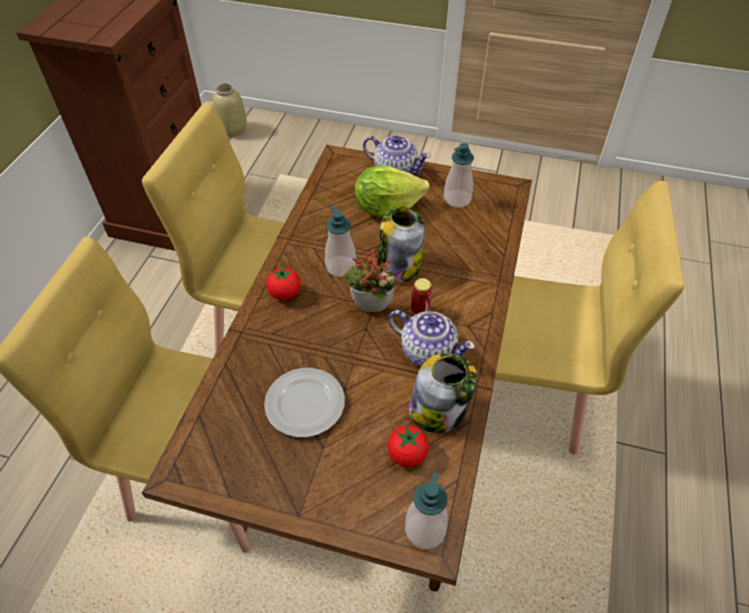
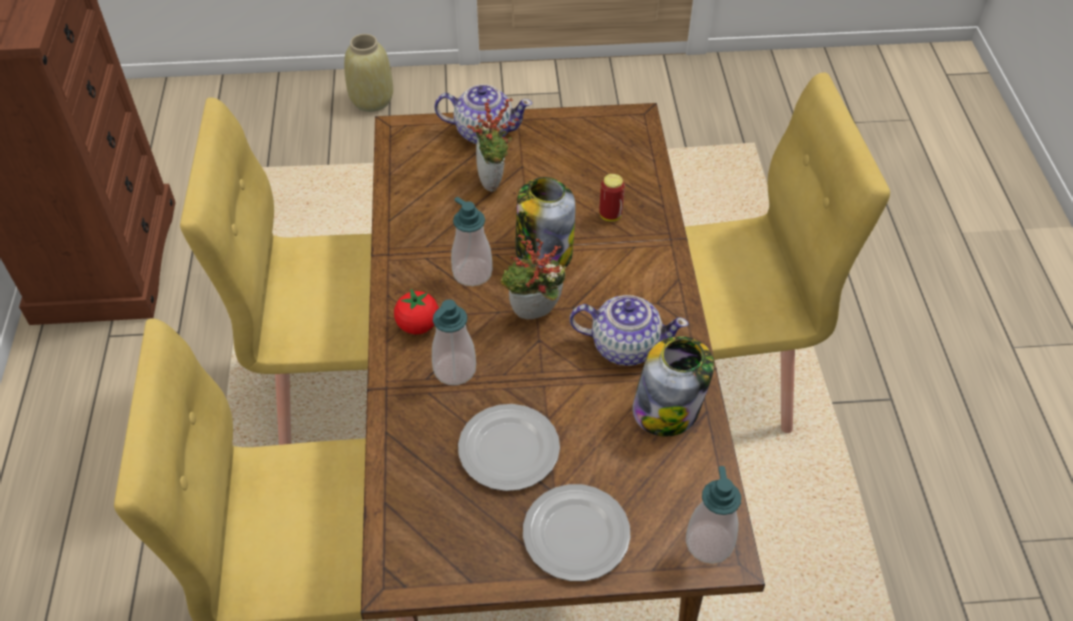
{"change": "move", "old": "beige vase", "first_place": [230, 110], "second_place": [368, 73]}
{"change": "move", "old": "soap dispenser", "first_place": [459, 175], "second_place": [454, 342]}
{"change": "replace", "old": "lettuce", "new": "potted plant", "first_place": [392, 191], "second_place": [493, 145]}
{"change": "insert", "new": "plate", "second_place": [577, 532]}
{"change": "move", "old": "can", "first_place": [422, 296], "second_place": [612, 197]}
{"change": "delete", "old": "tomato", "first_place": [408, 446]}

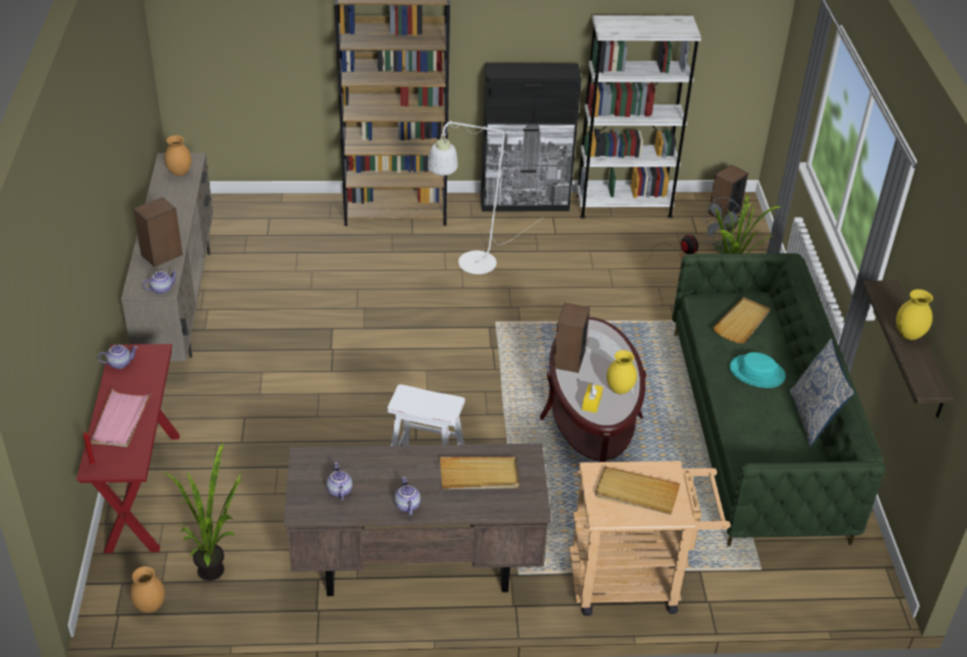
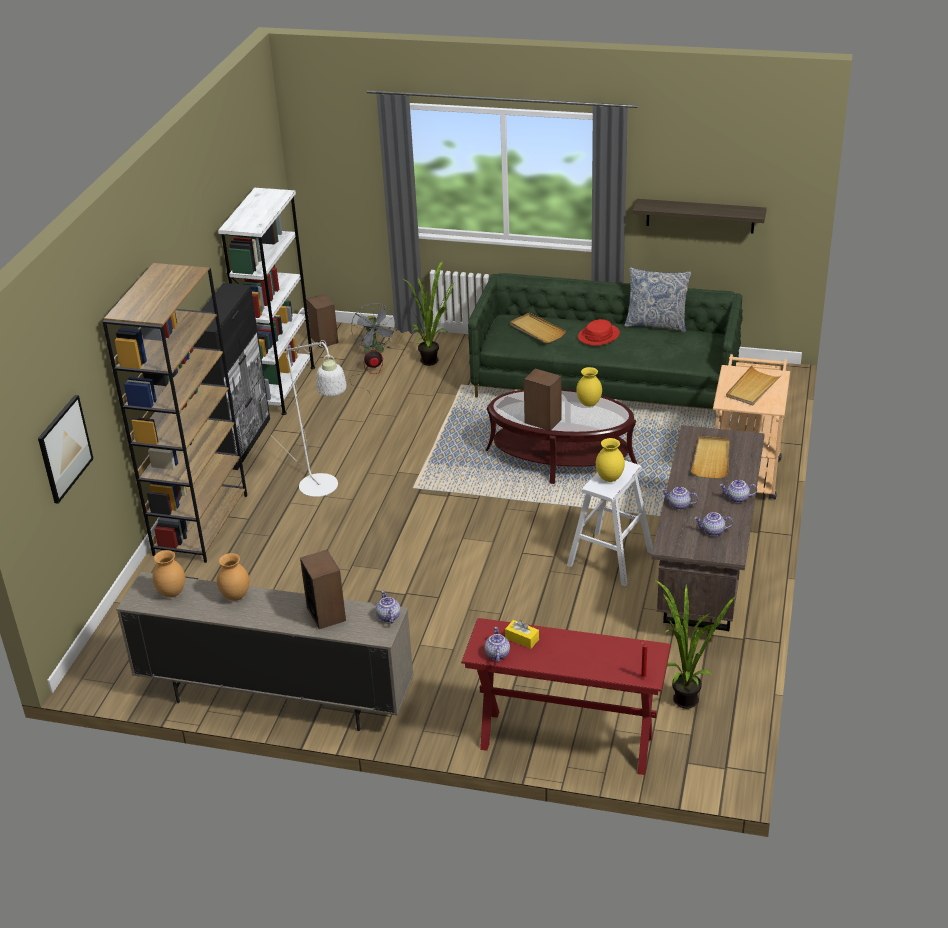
{"change": "insert", "new": "picture", "second_place": [66, 449]}
{"change": "move", "old": "brown vase", "first_place": [147, 589], "second_place": [233, 577]}
{"change": "move", "old": "yellow tissue box", "first_place": [592, 398], "second_place": [522, 634]}
{"change": "recolor", "old": "turquoise hat", "new": "red hat", "first_place": [758, 370], "second_place": [599, 332]}
{"change": "move", "old": "yellow vase", "first_place": [914, 314], "second_place": [610, 460]}
{"change": "insert", "new": "teapot", "second_place": [679, 498]}
{"change": "delete", "old": "pink tray", "first_place": [121, 418]}

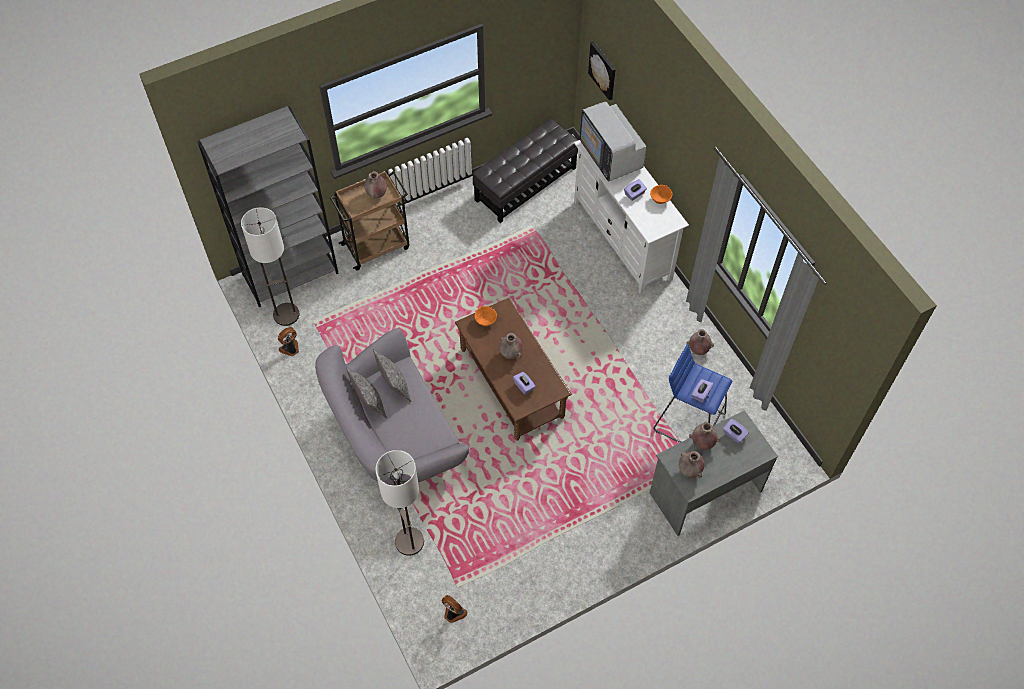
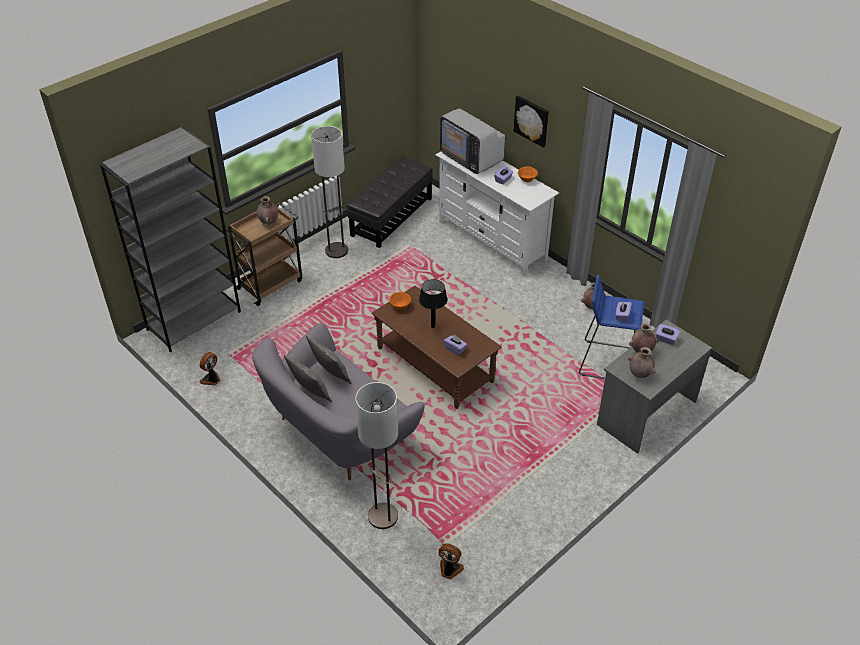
{"change": "move", "old": "floor lamp", "first_place": [270, 266], "second_place": [329, 192]}
{"change": "replace", "old": "brown vase", "new": "black table lamp", "first_place": [511, 346], "second_place": [433, 303]}
{"change": "move", "old": "picture", "first_place": [602, 71], "second_place": [531, 121]}

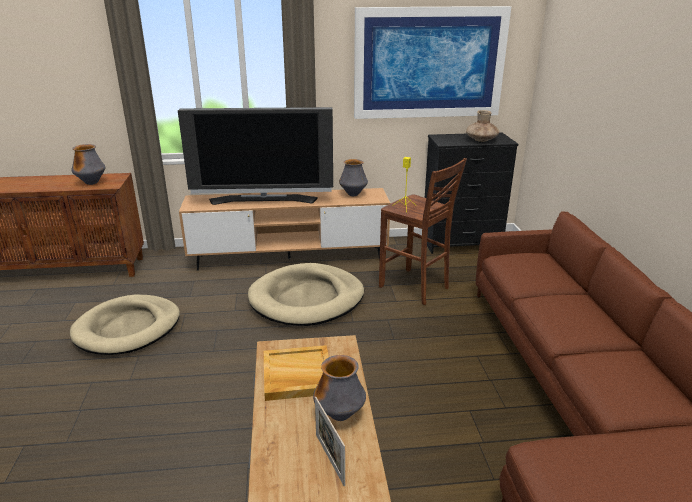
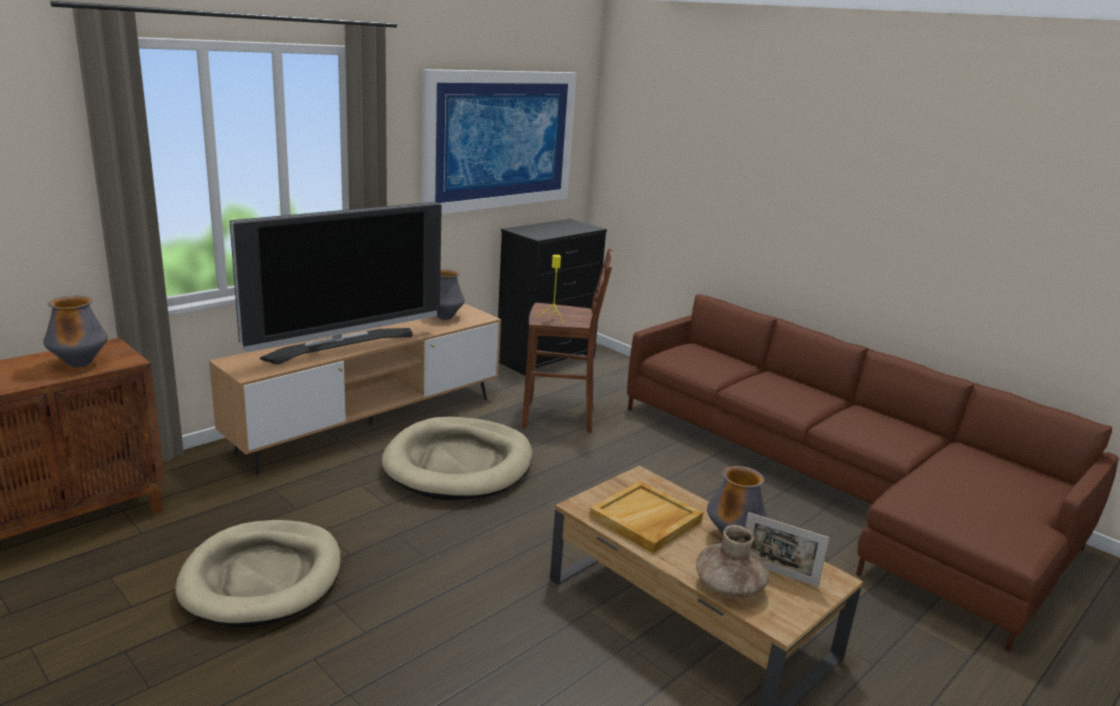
{"change": "move", "old": "brown vase", "first_place": [482, 126], "second_place": [732, 561]}

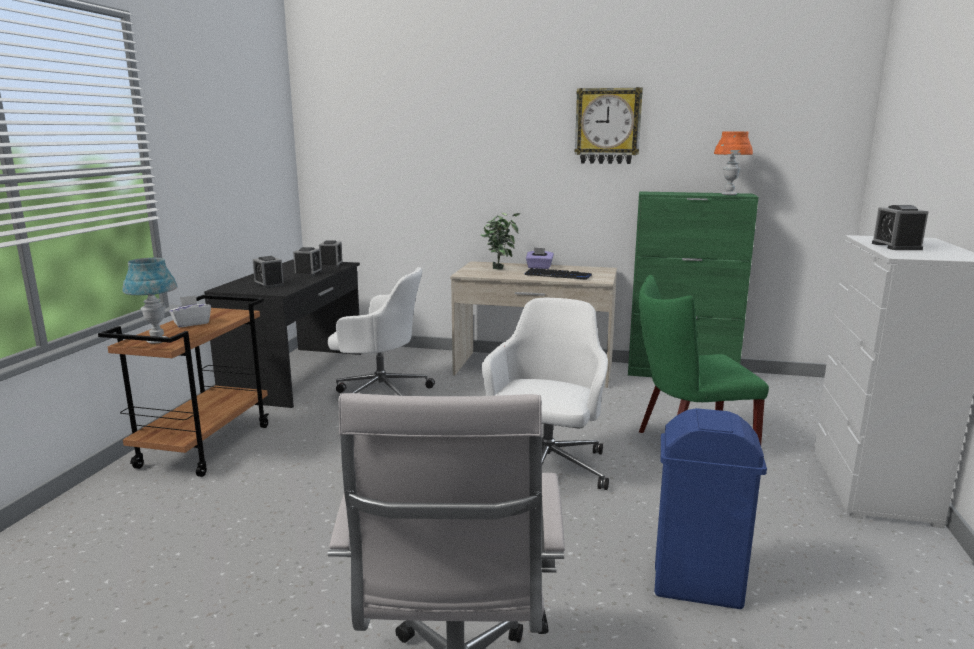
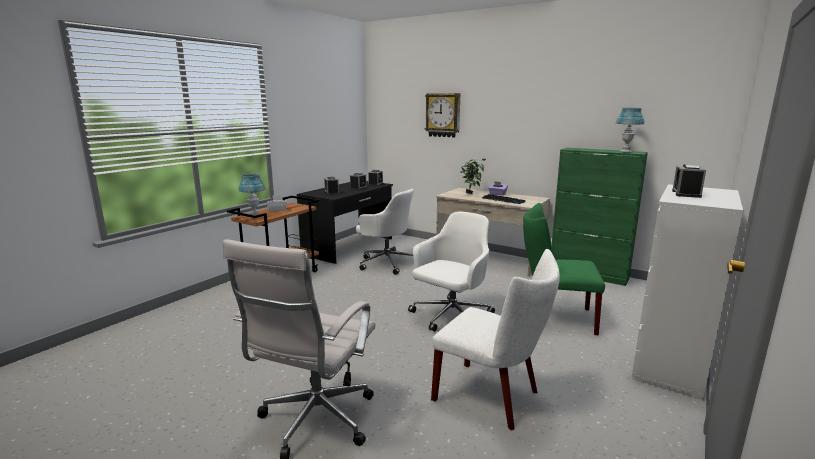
{"change": "move", "old": "wall clock", "first_place": [608, 125], "second_place": [442, 115]}
{"change": "replace", "old": "blue trash can", "new": "white chair", "first_place": [711, 508], "second_place": [495, 339]}
{"change": "recolor", "old": "orange table lamp", "new": "blue table lamp", "first_place": [733, 163], "second_place": [630, 130]}

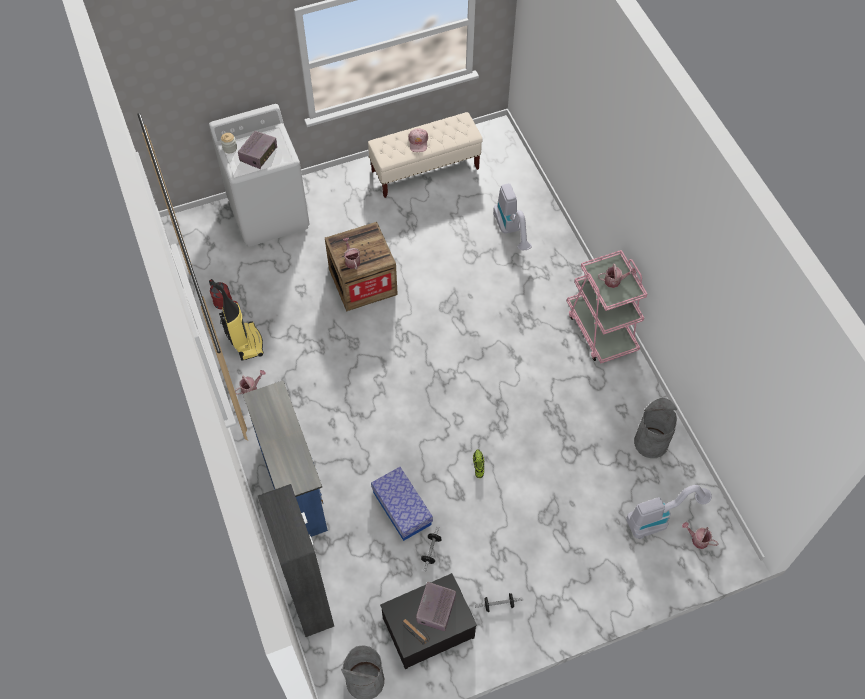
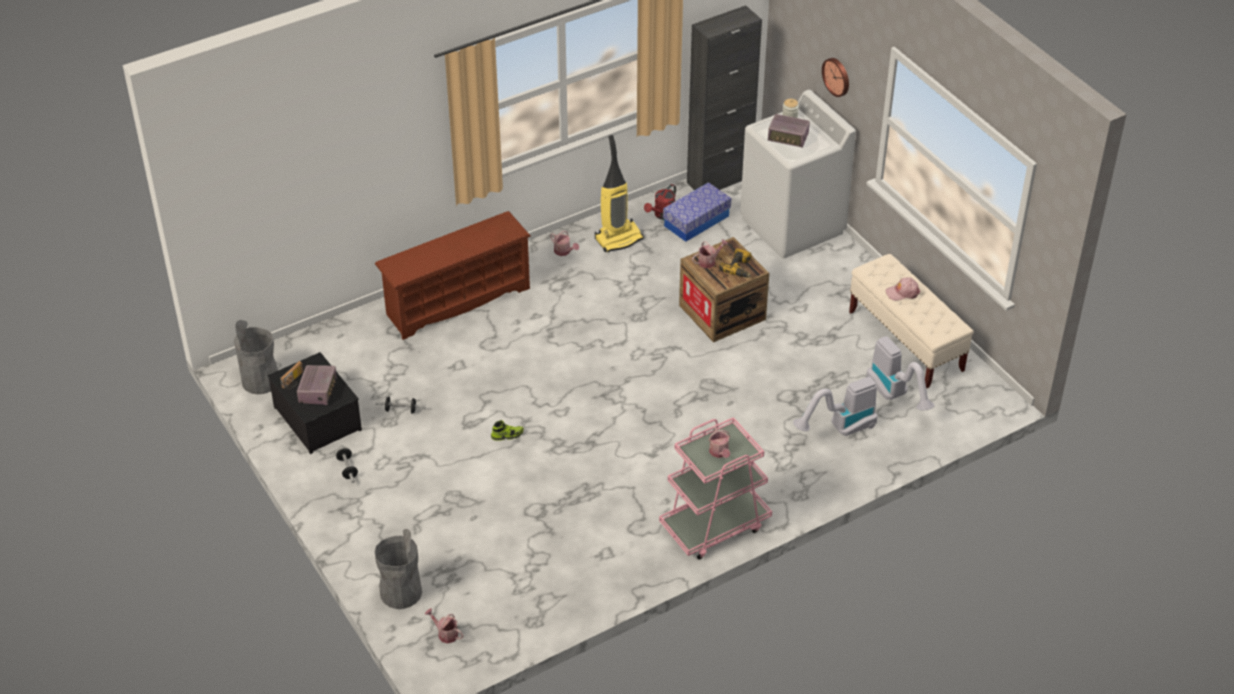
{"change": "rotate", "old": "radio", "first_place": [436, 606], "second_place": [317, 385], "degrees": 90}
{"change": "move", "old": "grey trash can", "first_place": [655, 428], "second_place": [398, 569]}
{"change": "replace", "old": "blue dresser", "new": "brown shoe rack", "first_place": [285, 459], "second_place": [453, 275]}
{"change": "rotate", "old": "watering can", "first_place": [700, 535], "second_place": [444, 625], "degrees": -75}
{"change": "move", "old": "storage box", "first_place": [402, 504], "second_place": [697, 212]}
{"change": "move", "old": "black cabinet", "first_place": [296, 560], "second_place": [724, 97]}
{"change": "insert", "new": "power drill", "second_place": [735, 263]}
{"change": "insert", "new": "wall clock", "second_place": [835, 77]}
{"change": "move", "old": "vacuum cleaner", "first_place": [669, 512], "second_place": [900, 373]}

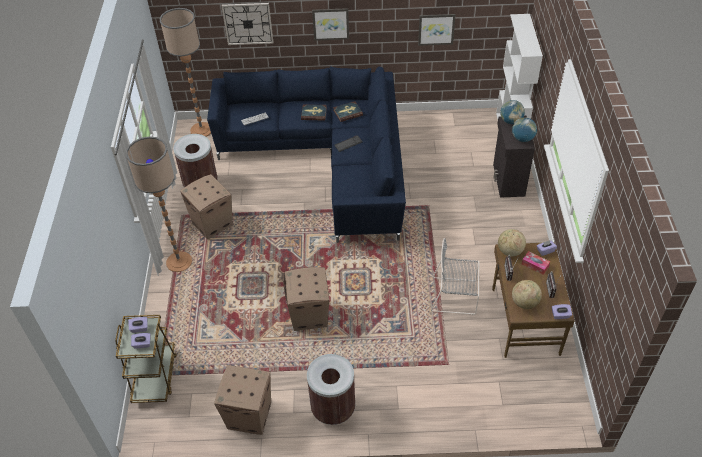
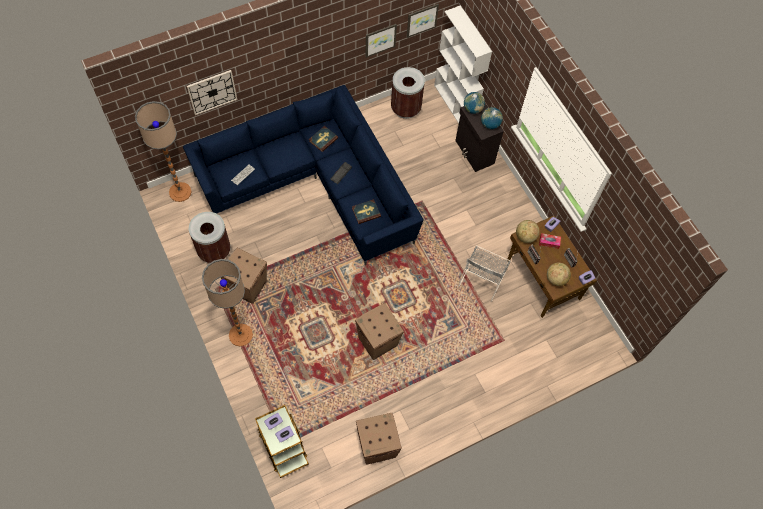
{"change": "move", "old": "book", "first_place": [314, 112], "second_place": [366, 211]}
{"change": "move", "old": "brown trash can", "first_place": [331, 389], "second_place": [408, 93]}
{"change": "move", "old": "picture", "first_place": [330, 24], "second_place": [423, 21]}
{"change": "rotate", "old": "grey chair", "first_place": [455, 276], "second_place": [484, 273], "degrees": -45}

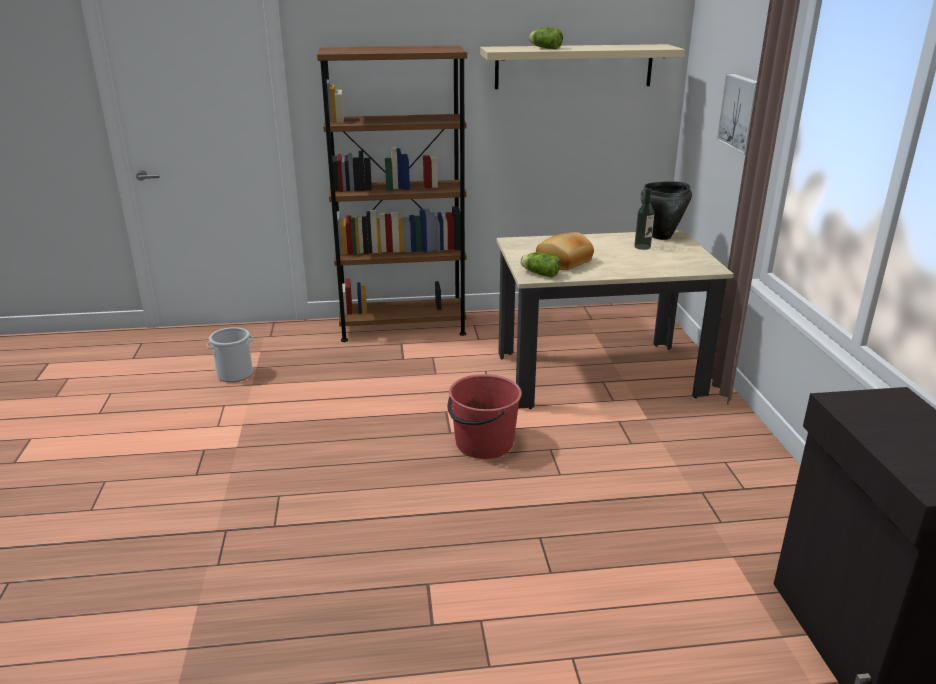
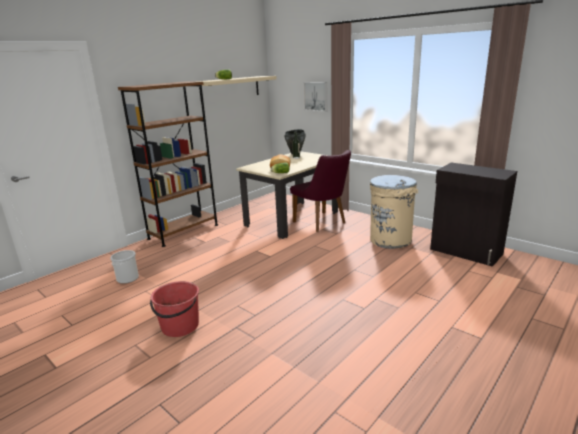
{"change": "move", "old": "red bucket", "first_place": [485, 416], "second_place": [174, 309]}
{"change": "insert", "new": "purple chair", "second_place": [320, 191]}
{"change": "insert", "new": "beige trash can", "second_place": [394, 212]}

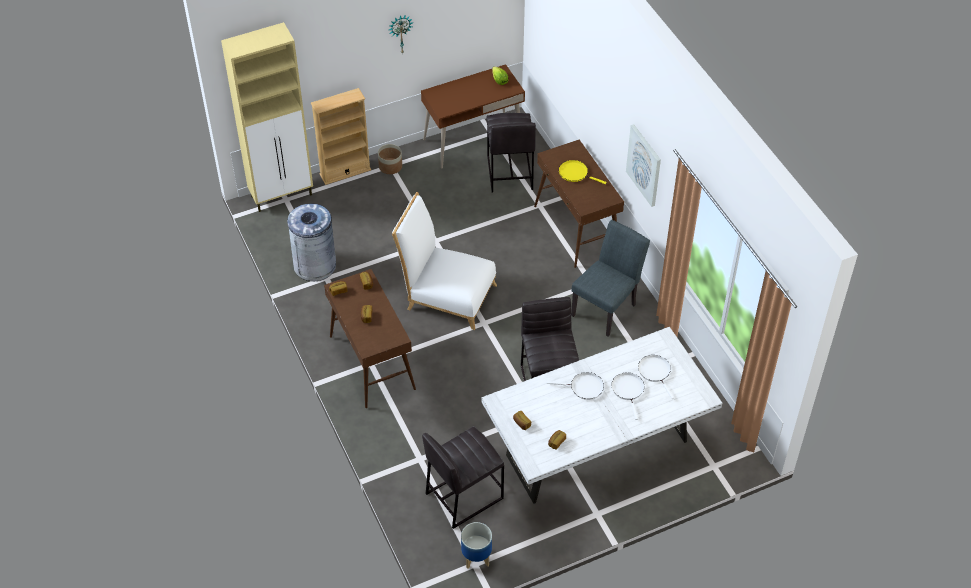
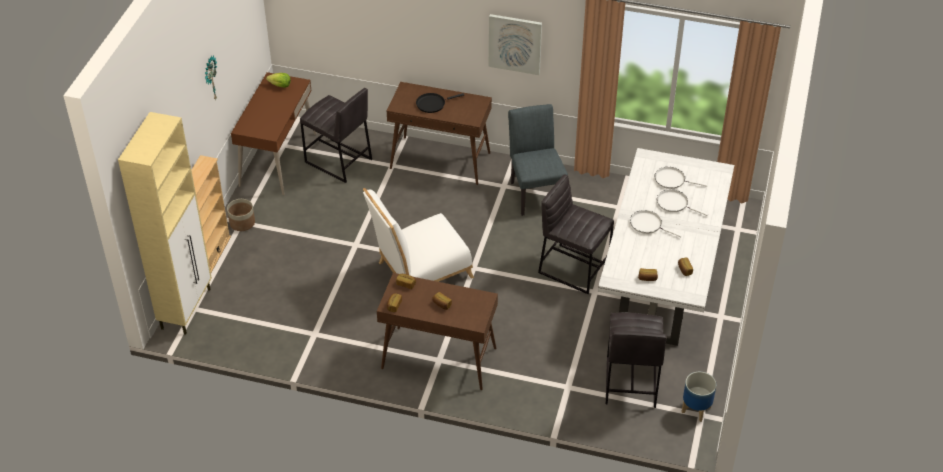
{"change": "recolor", "old": "yellow frying pan", "new": "black frying pan", "first_place": [582, 172], "second_place": [440, 103]}
{"change": "rotate", "old": "white frying pan", "first_place": [575, 386], "second_place": [656, 223], "degrees": -105}
{"change": "delete", "old": "grey trash can", "first_place": [311, 242]}

